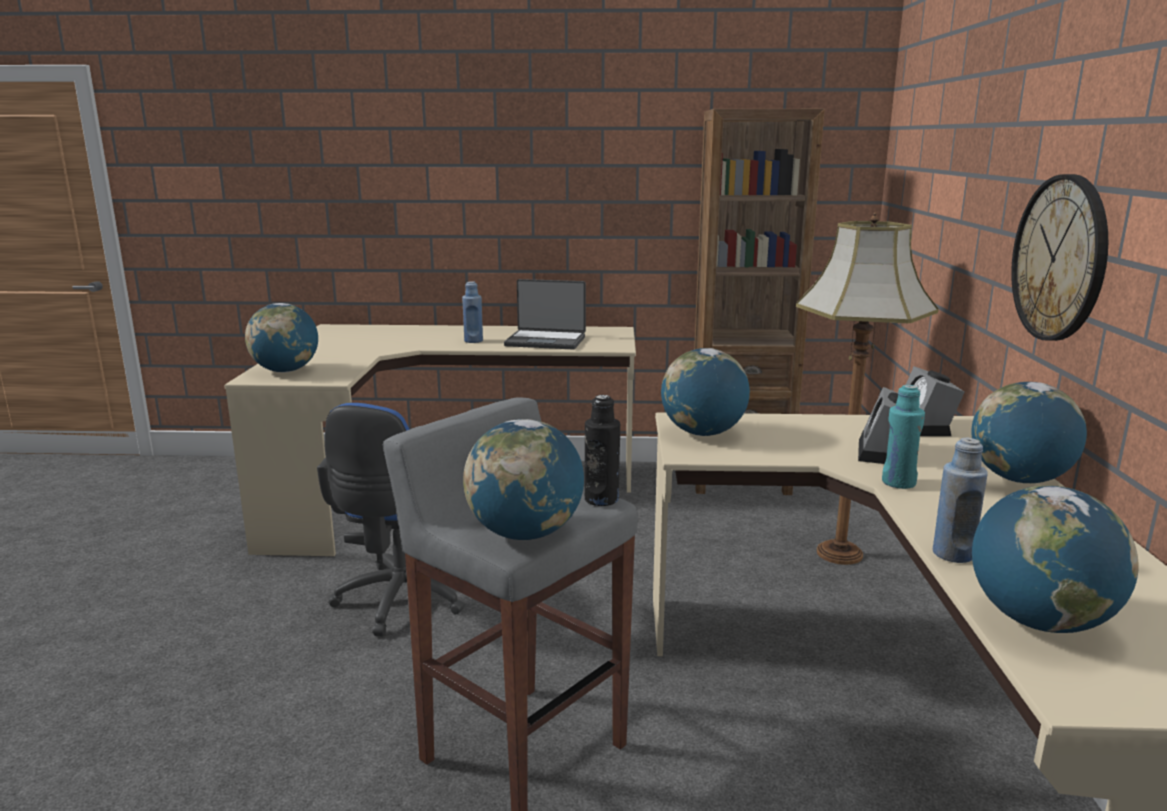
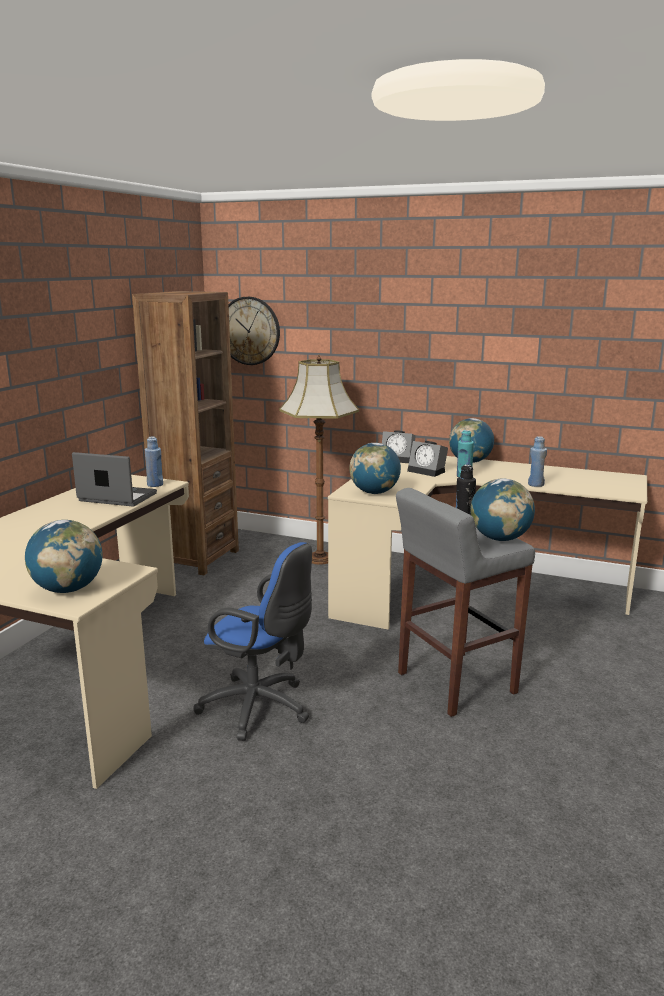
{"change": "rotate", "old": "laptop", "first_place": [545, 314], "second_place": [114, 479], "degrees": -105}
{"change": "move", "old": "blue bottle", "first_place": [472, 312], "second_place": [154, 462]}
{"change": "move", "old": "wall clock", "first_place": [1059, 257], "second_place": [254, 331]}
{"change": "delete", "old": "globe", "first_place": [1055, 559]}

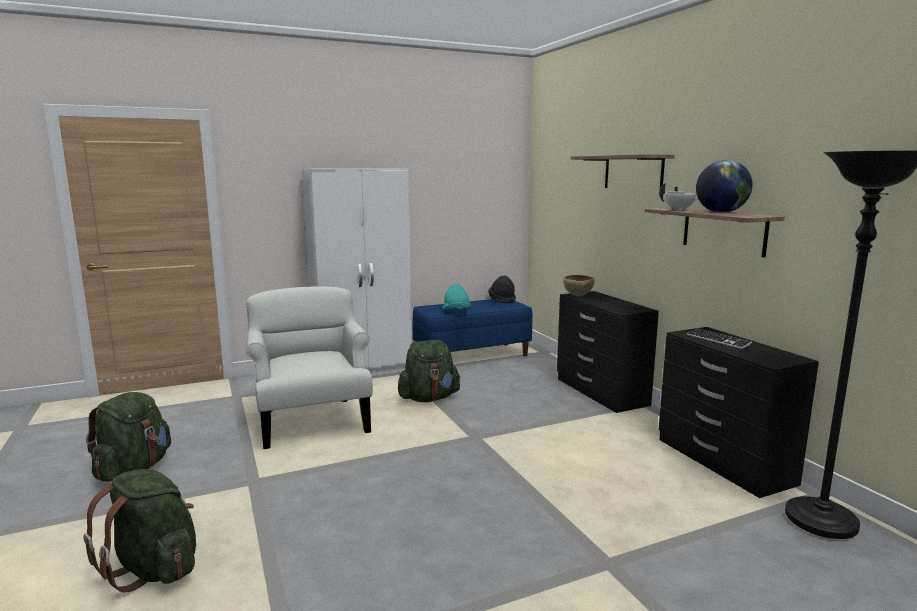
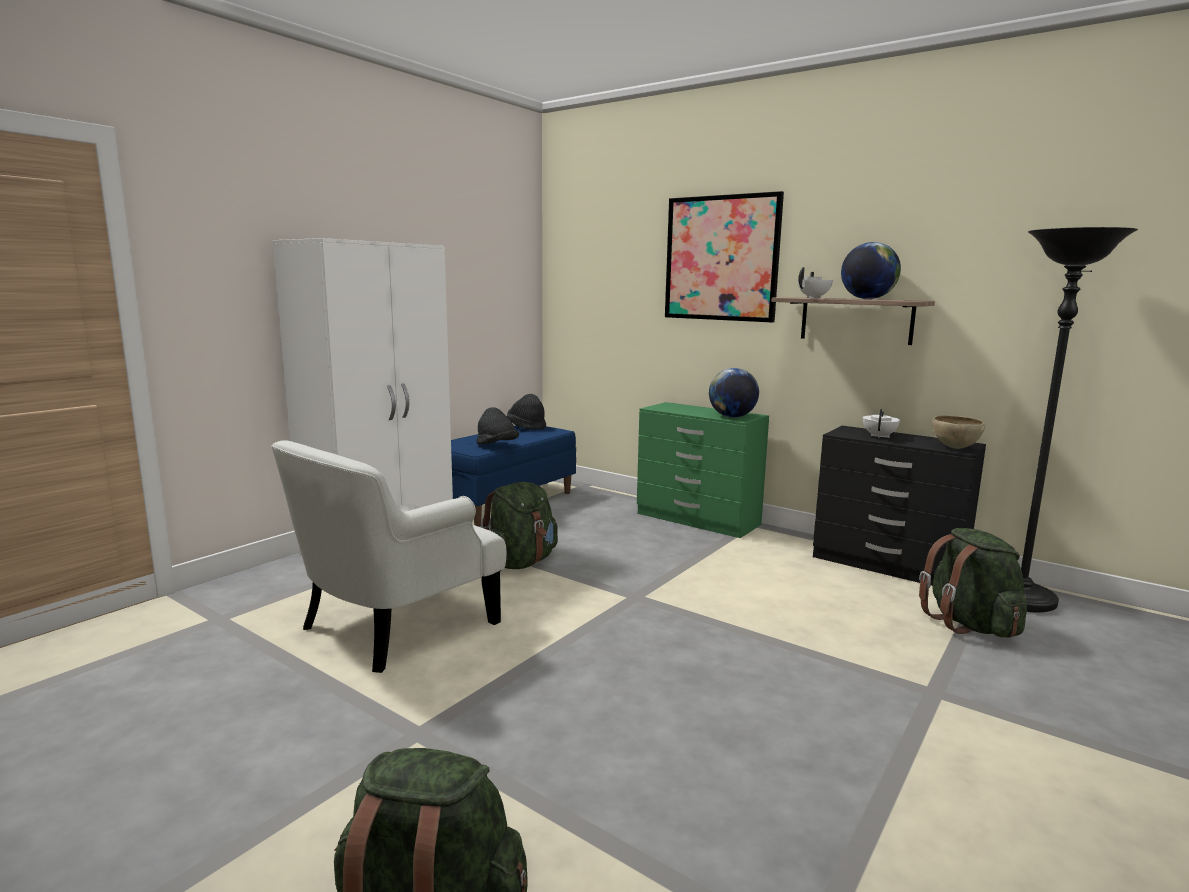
{"change": "rotate", "old": "white armchair", "first_place": [309, 367], "second_place": [388, 556], "degrees": -90}
{"change": "recolor", "old": "turquoise hat", "new": "black hat", "first_place": [457, 297], "second_place": [497, 425]}
{"change": "recolor", "old": "black dresser", "new": "green dresser", "first_place": [608, 352], "second_place": [703, 470]}
{"change": "replace", "old": "shelf", "new": "picture", "first_place": [623, 171], "second_place": [724, 256]}
{"change": "insert", "new": "globe", "second_place": [734, 393]}
{"change": "replace", "old": "keyboard", "new": "white teapot", "first_place": [719, 339], "second_place": [881, 423]}
{"change": "move", "old": "green backpack", "first_place": [128, 437], "second_place": [973, 583]}
{"change": "move", "old": "brown bowl", "first_place": [579, 285], "second_place": [958, 432]}

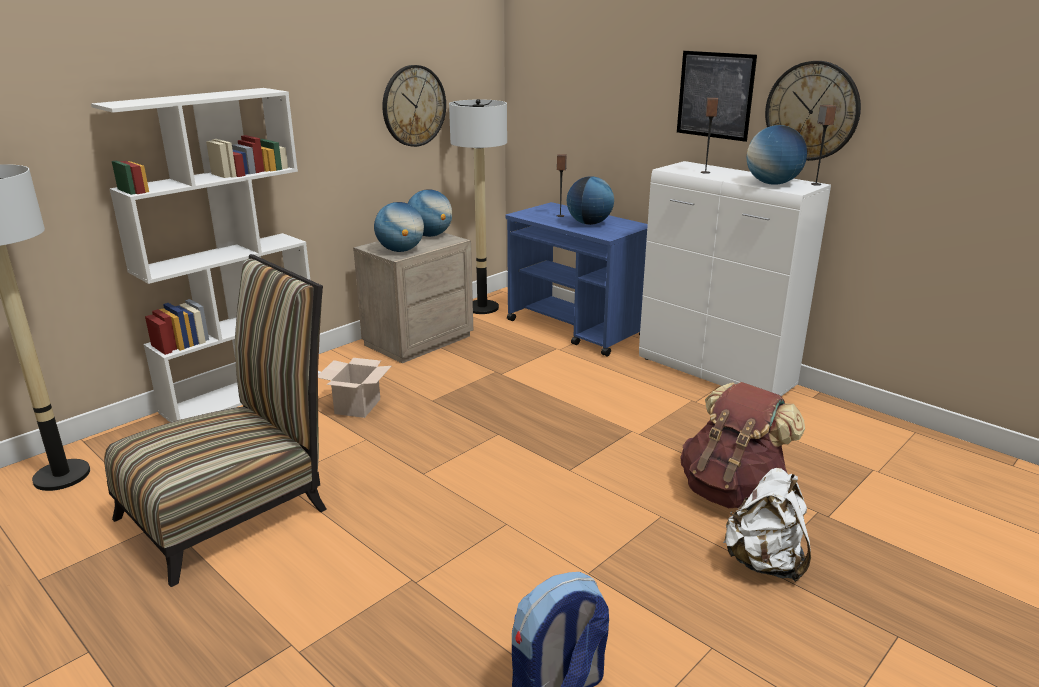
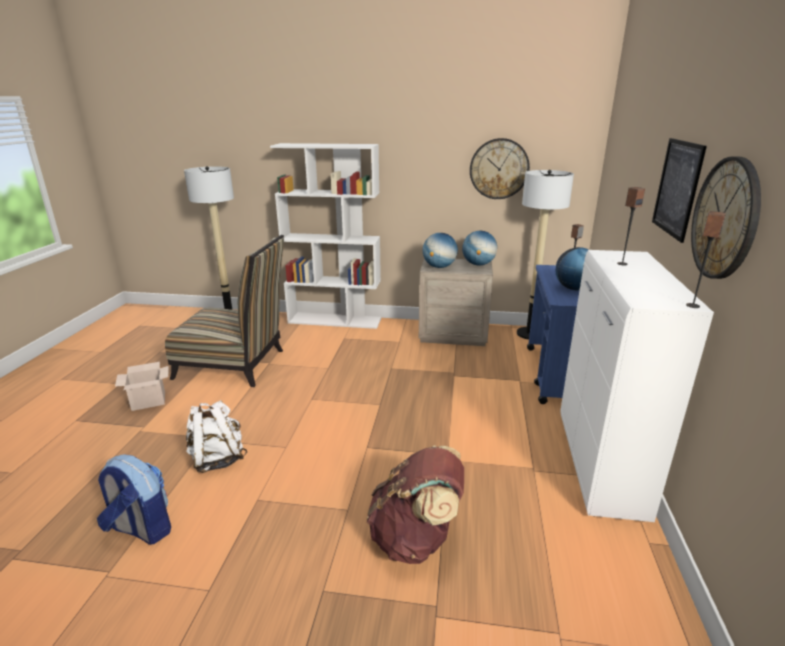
{"change": "move", "old": "cardboard box", "first_place": [354, 388], "second_place": [142, 386]}
{"change": "move", "old": "white backpack", "first_place": [767, 525], "second_place": [216, 436]}
{"change": "delete", "old": "globe", "first_place": [777, 155]}

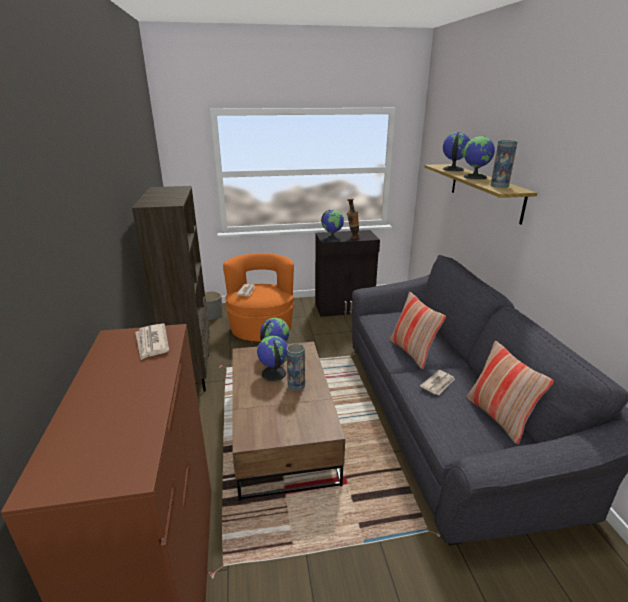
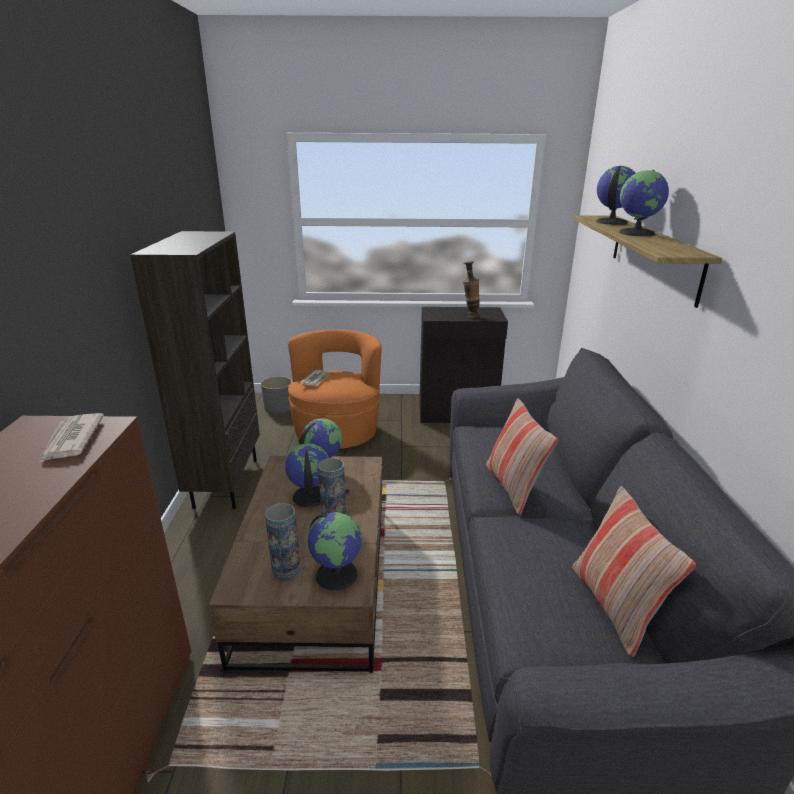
{"change": "move", "old": "vase", "first_place": [504, 164], "second_place": [282, 541]}
{"change": "move", "old": "globe", "first_place": [332, 226], "second_place": [334, 551]}
{"change": "delete", "old": "newspaper", "first_place": [437, 382]}

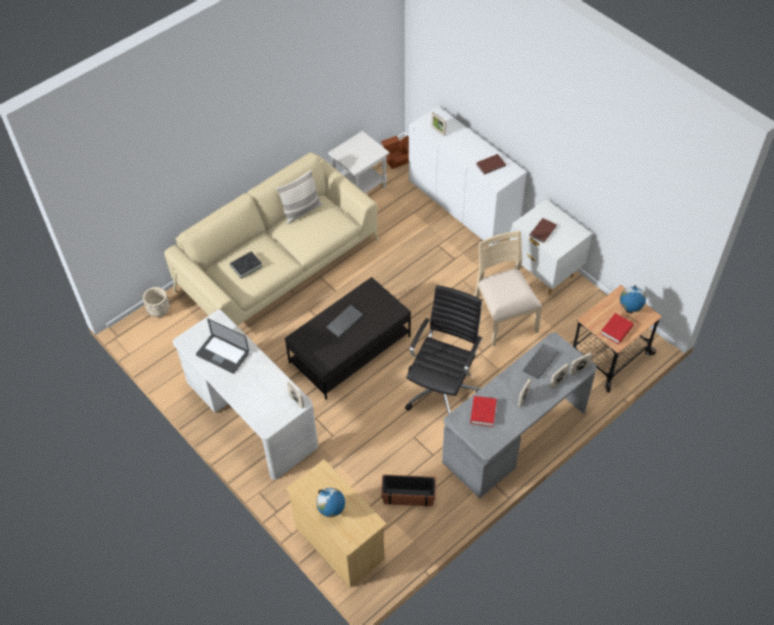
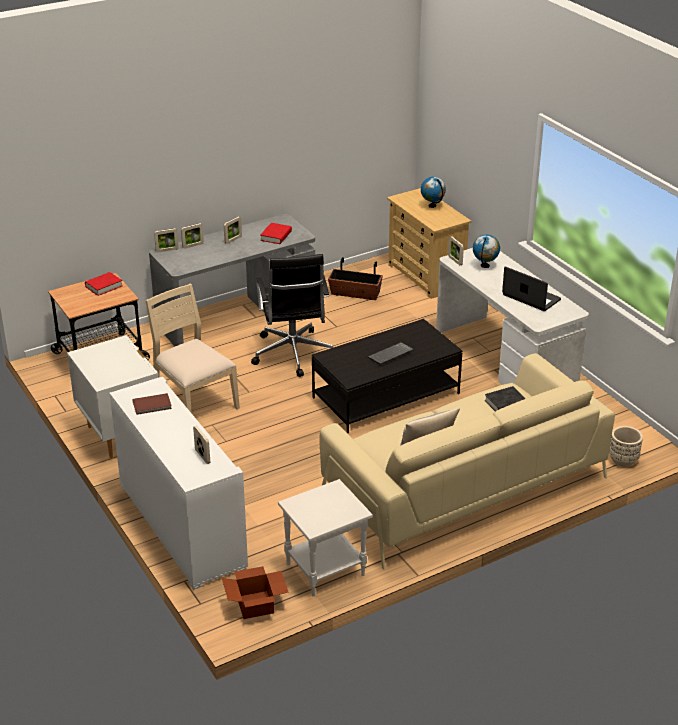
{"change": "rotate", "old": "beige chair", "first_place": [508, 288], "second_place": [192, 348], "degrees": 150}
{"change": "rotate", "old": "black office chair", "first_place": [444, 349], "second_place": [292, 315], "degrees": -45}
{"change": "move", "old": "globe", "first_place": [633, 299], "second_place": [486, 251]}
{"change": "delete", "old": "keyboard", "first_place": [541, 361]}
{"change": "delete", "old": "brown book", "first_place": [542, 230]}

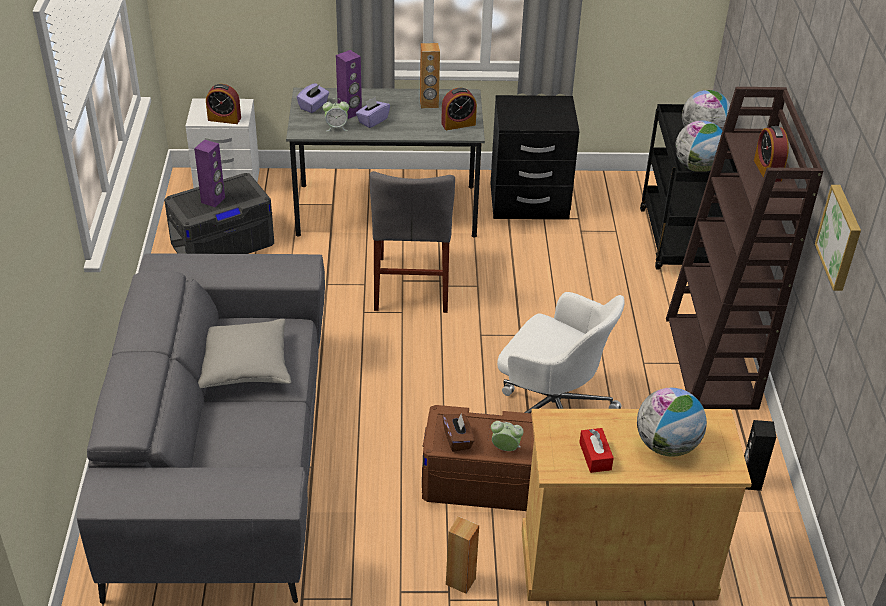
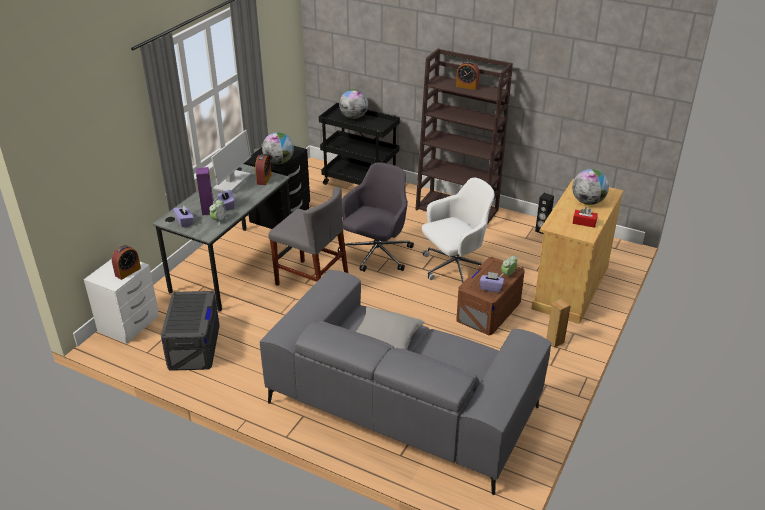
{"change": "replace", "old": "brown speaker", "new": "monitor", "first_place": [430, 75], "second_place": [231, 161]}
{"change": "move", "old": "globe", "first_place": [698, 146], "second_place": [278, 148]}
{"change": "insert", "new": "grey office chair", "second_place": [376, 217]}
{"change": "recolor", "old": "brown tissue box", "new": "purple tissue box", "first_place": [458, 432], "second_place": [492, 282]}
{"change": "delete", "old": "purple speaker", "first_place": [209, 173]}
{"change": "delete", "old": "picture", "first_place": [838, 238]}

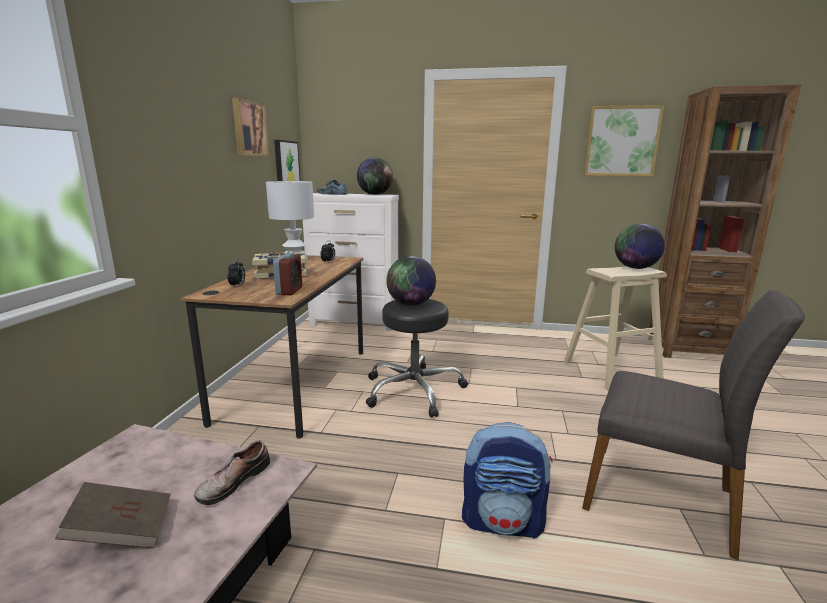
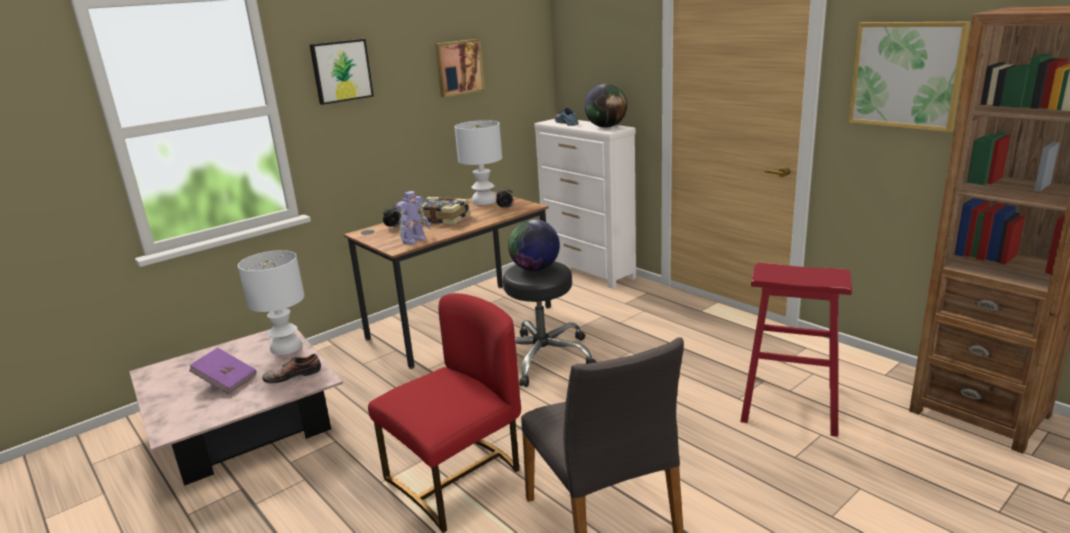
{"change": "recolor", "old": "brown book", "new": "purple book", "first_place": [113, 515], "second_place": [223, 371]}
{"change": "insert", "new": "white table lamp", "second_place": [271, 302]}
{"change": "move", "old": "picture", "first_place": [287, 160], "second_place": [341, 72]}
{"change": "replace", "old": "backpack", "new": "red chair", "first_place": [507, 480], "second_place": [444, 413]}
{"change": "replace", "old": "alarm clock", "new": "toy robot", "first_place": [287, 274], "second_place": [413, 218]}
{"change": "recolor", "old": "beige stool", "new": "red stool", "first_place": [615, 328], "second_place": [796, 350]}
{"change": "delete", "old": "globe", "first_place": [640, 246]}

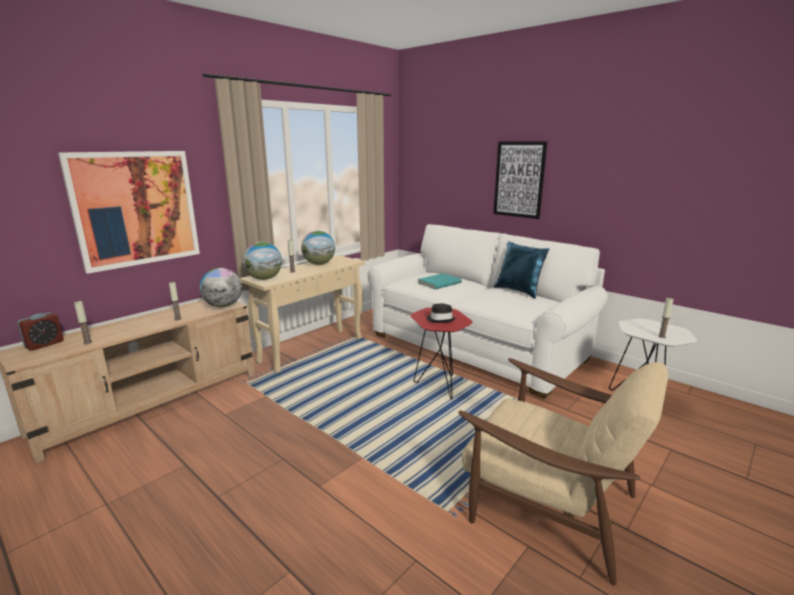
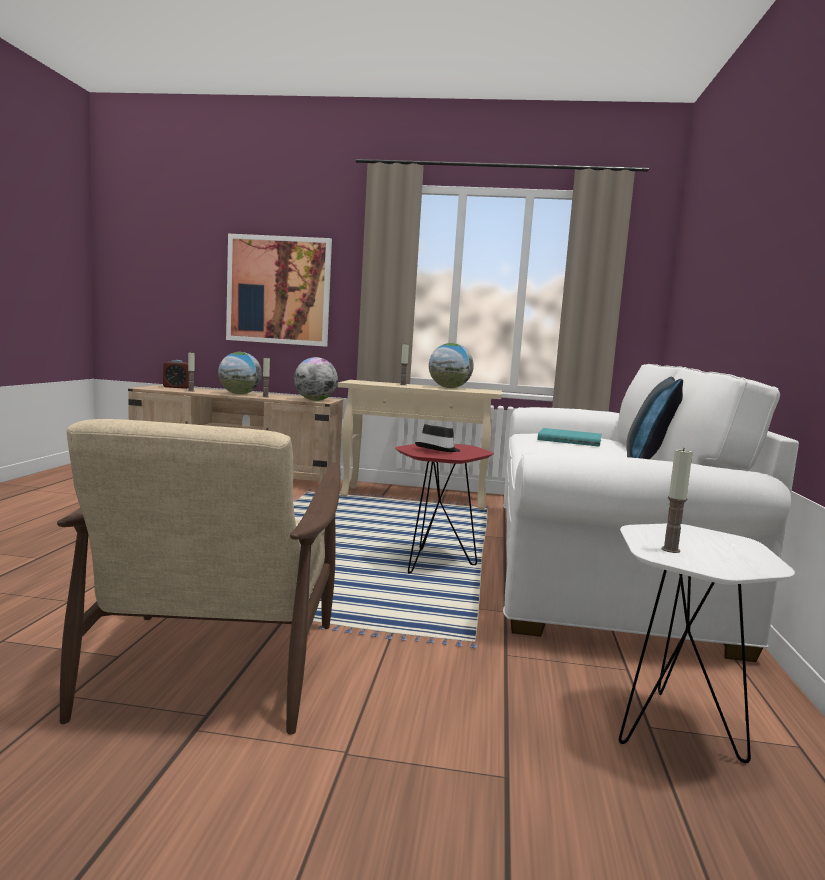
{"change": "move", "old": "globe", "first_place": [262, 261], "second_place": [240, 373]}
{"change": "delete", "old": "picture", "first_place": [520, 180]}

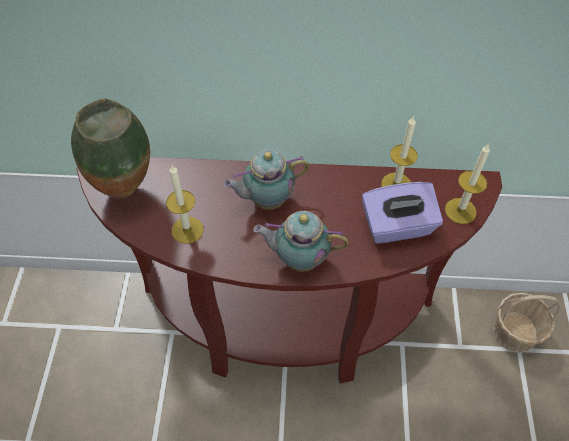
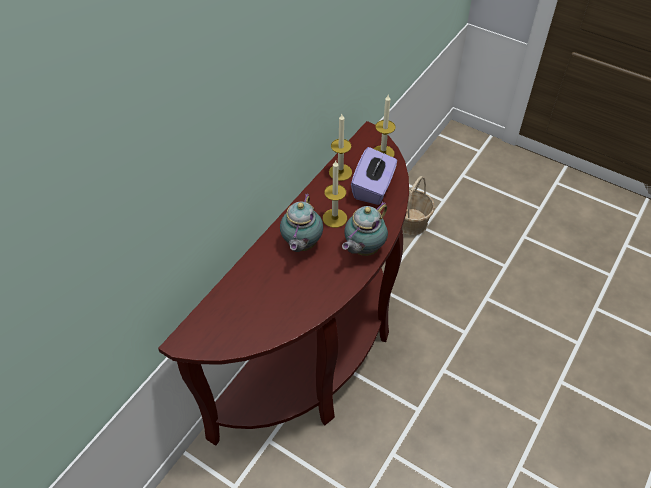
{"change": "move", "old": "candle", "first_place": [184, 204], "second_place": [335, 194]}
{"change": "delete", "old": "vase", "first_place": [110, 148]}

